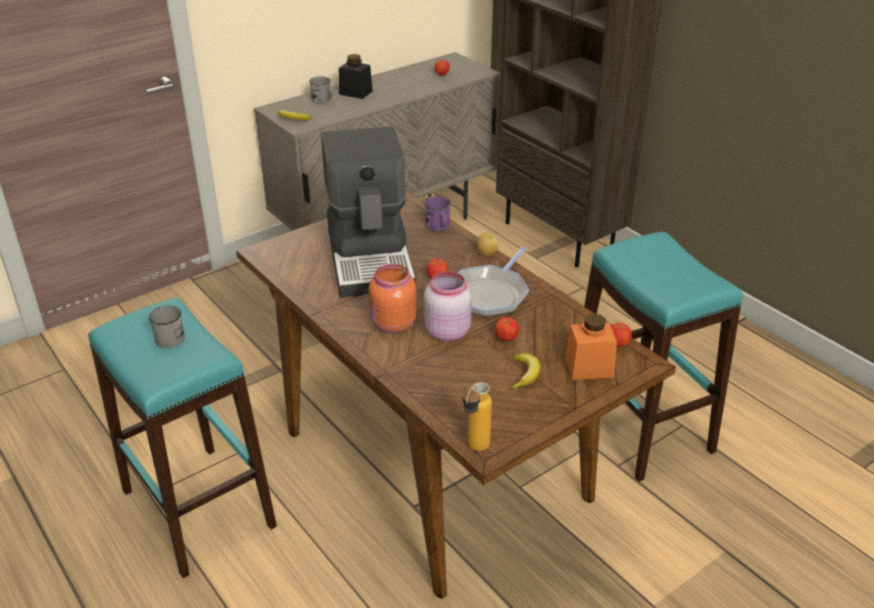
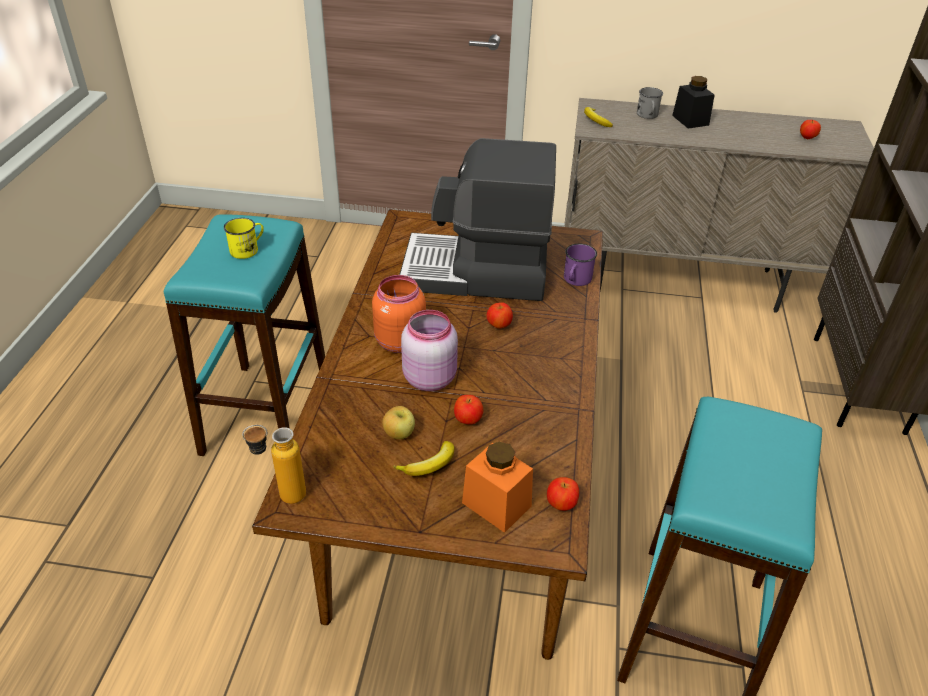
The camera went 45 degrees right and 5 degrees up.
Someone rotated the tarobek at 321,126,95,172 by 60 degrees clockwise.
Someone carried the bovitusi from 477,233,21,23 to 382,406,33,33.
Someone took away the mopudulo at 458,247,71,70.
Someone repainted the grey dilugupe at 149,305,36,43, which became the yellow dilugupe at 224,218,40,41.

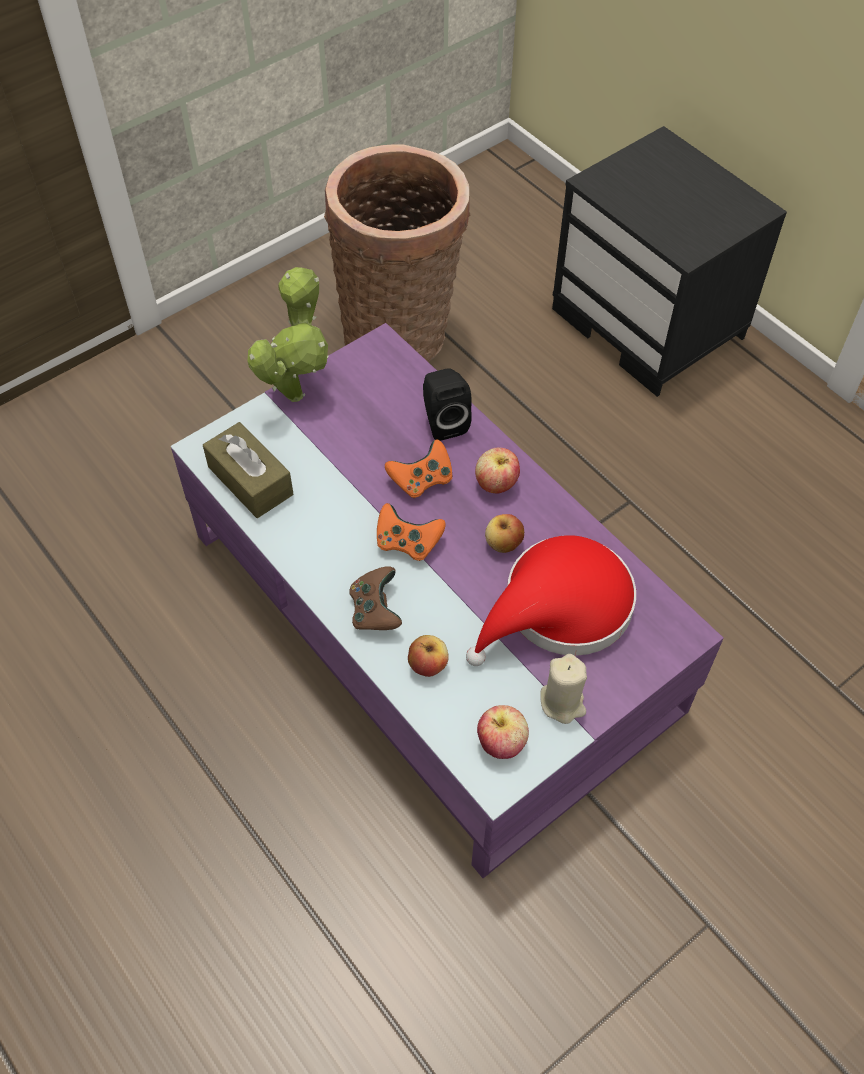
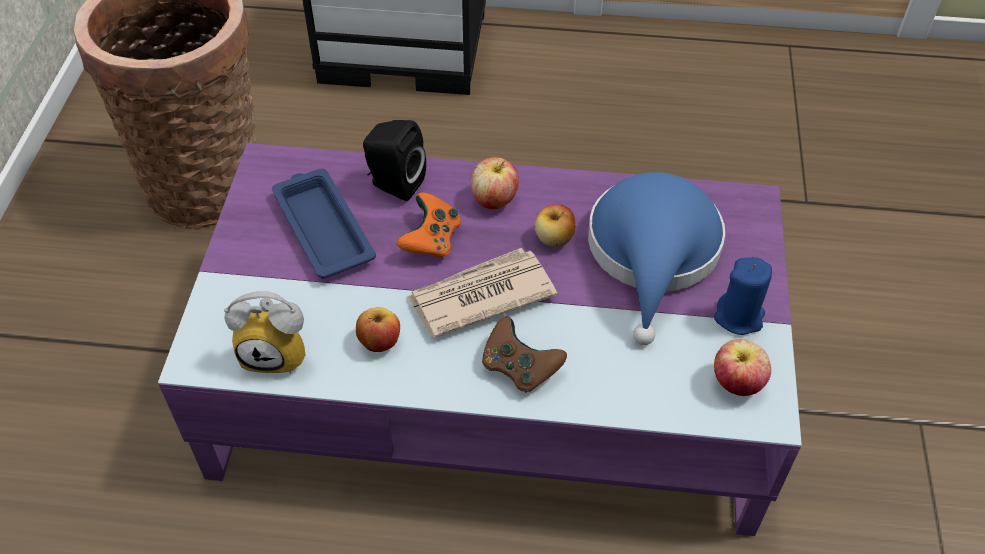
The camera went 45 degrees left and 5 degrees down.
Someone took away the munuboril at 247,267,82,135.
Someone swapped the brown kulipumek at 203,422,90,96 for the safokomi at 224,291,81,83.
Someone swapped the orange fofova at 377,503,69,58 for the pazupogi at 407,248,150,90.
Someone repainted the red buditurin at 466,535,170,131, which became the blue buditurin at 588,172,137,173.
Someone carried the bovitusi from 408,635,41,42 to 356,307,44,45.
Someone repainted the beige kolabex at 540,654,47,70, which became the blue kolabex at 714,257,58,78.
Someone put down the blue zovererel at 272,168,104,111.

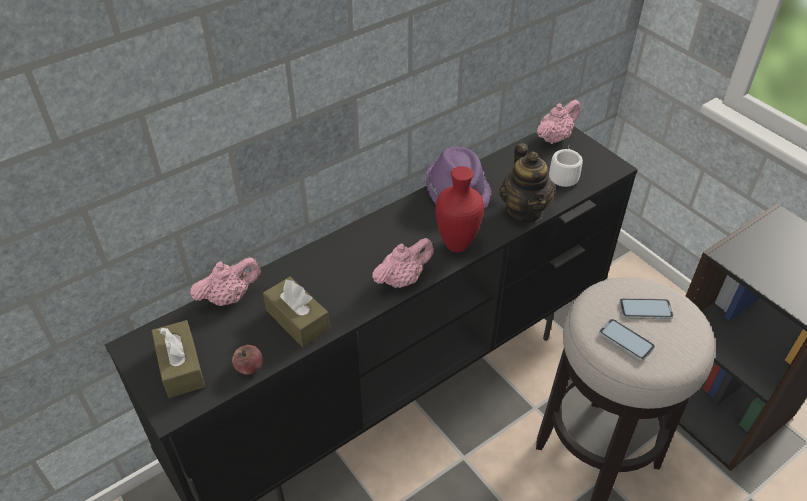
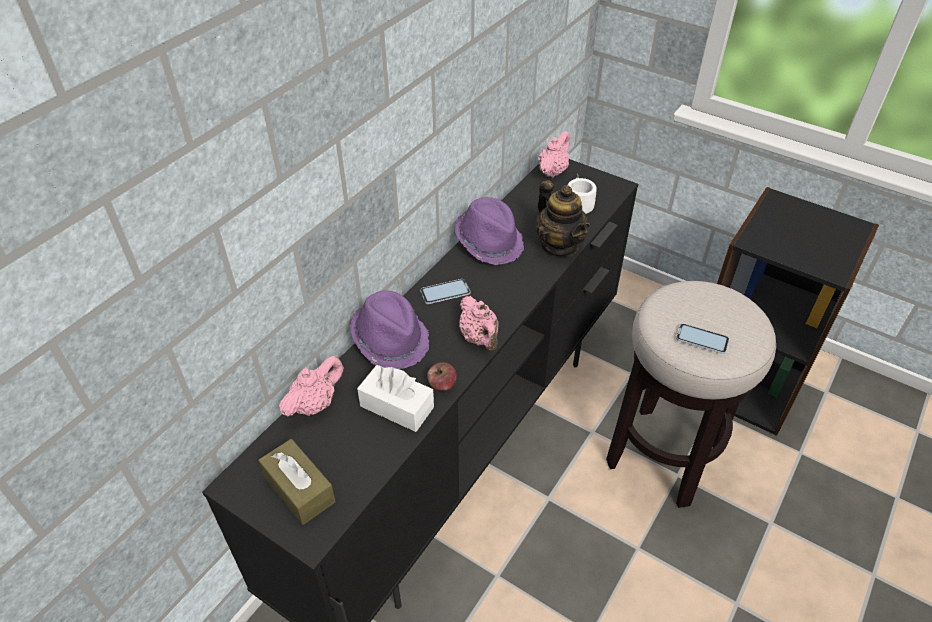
The camera went 20 degrees left and 0 degrees up.
Someone took away the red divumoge at 435,166,49,86.
Someone rotated the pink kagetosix at 372,238,62,50 by 120 degrees clockwise.
Someone repainted the brown kulipumek at 263,277,67,70, which became the white kulipumek at 357,365,77,67.
Someone carried the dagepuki from 619,298,55,21 to 420,279,51,25.
Someone carried the bovitusi from 232,345,31,30 to 427,362,30,29.
Someone put down the purple buditurin at 350,290,79,79.

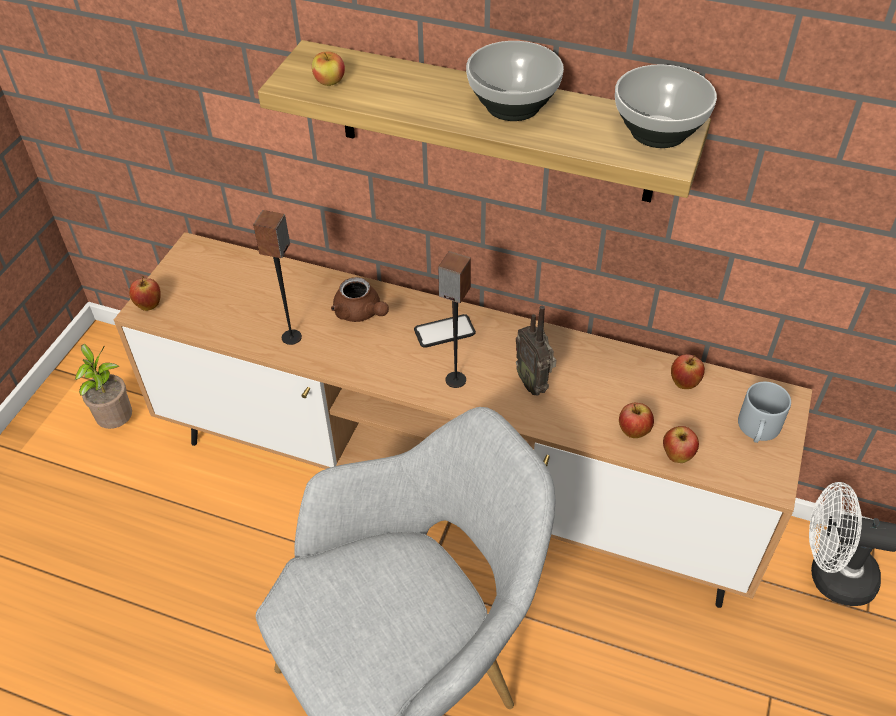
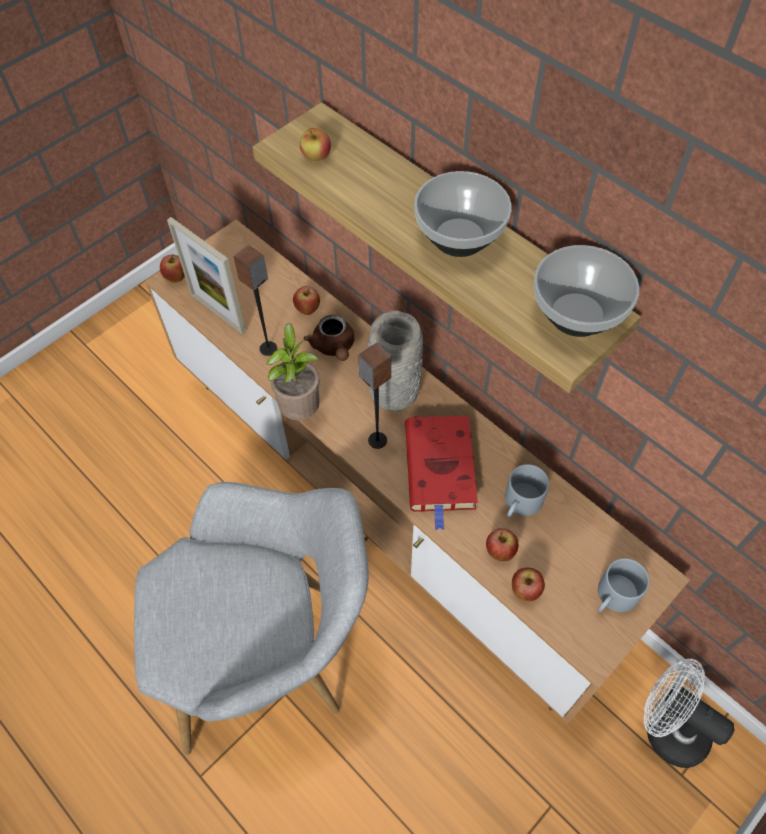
The camera went 25 degrees right and 10 degrees up.
Someone swapped the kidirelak at 516,306,41,89 for the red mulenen at 405,416,73,115.
Someone swapped the dagepuki at 414,314,62,34 for the grey divumoge at 368,310,55,101.
Someone carried the munuboril from 75,344,57,85 to 266,323,54,97.
Someone carried the bovitusi from 671,354,34,35 to 293,286,27,29.
Someone put down the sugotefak at 167,217,79,118.
Someone put down the grey dilugupe at 505,464,44,54.

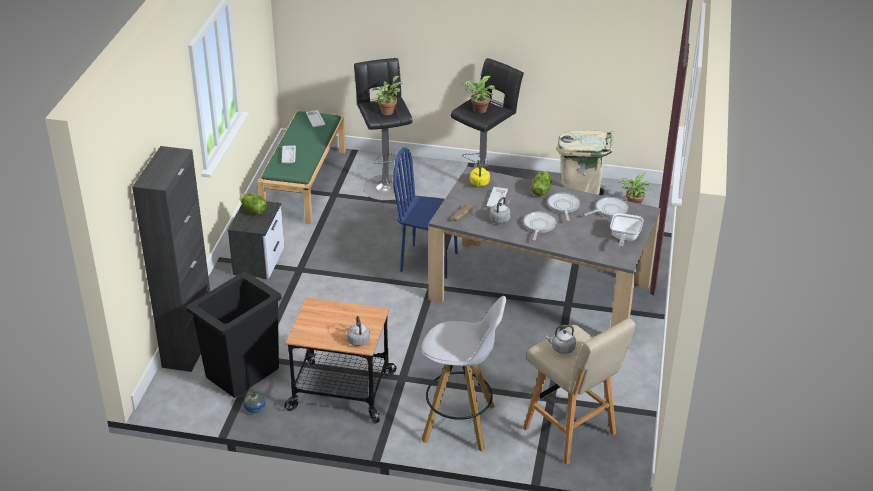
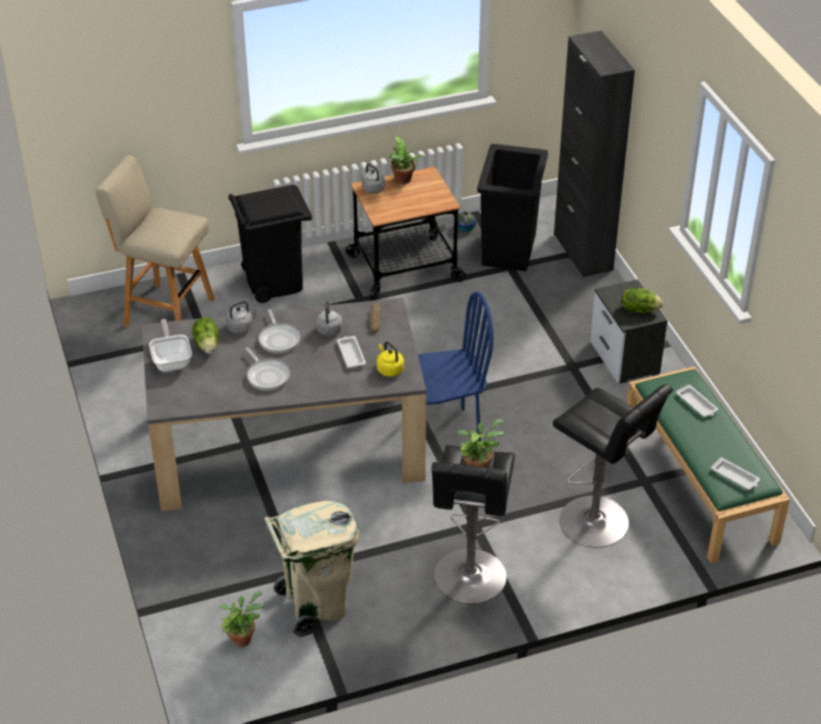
The camera went 150 degrees right and 5 degrees up.
Someone carried the munuboril from 372,76,31,39 to 389,136,35,48.
Someone carried the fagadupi from 531,172,20,24 to 192,317,26,37.
Someone took away the mopudulo at 584,197,44,21.
Someone swapped the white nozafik at 421,296,86,156 for the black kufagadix at 229,185,83,118.
Someone carried the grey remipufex from 545,325,31,29 to 226,301,33,32.

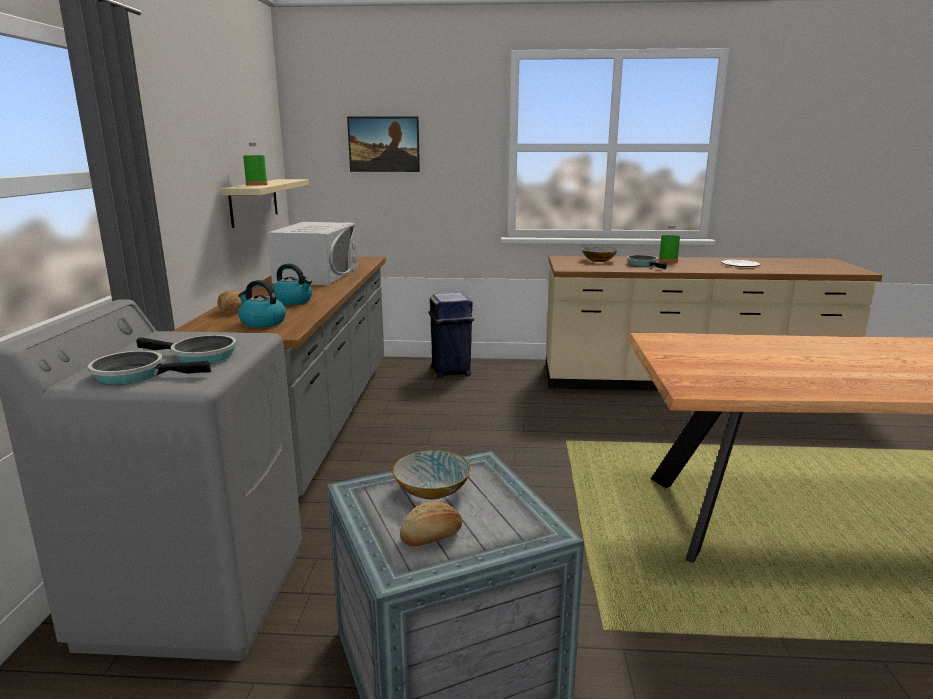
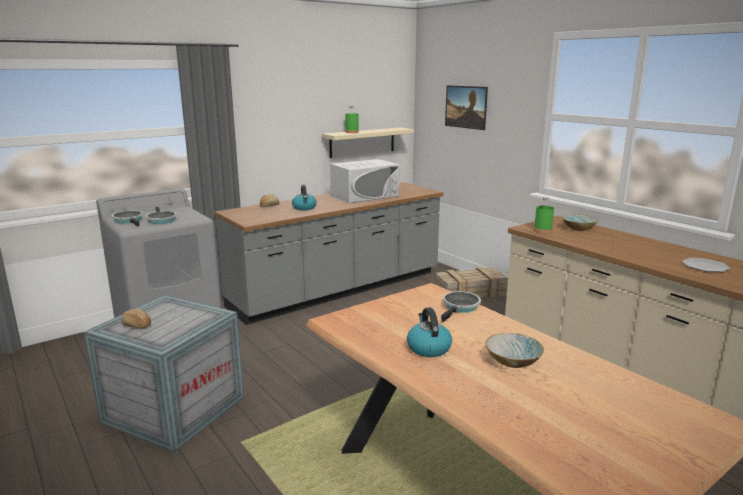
The camera went 50 degrees right and 0 degrees up.
Someone carried the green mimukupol from 659,225,21,38 to 534,197,20,36.
Someone carried the mopudulo from 627,255,40,14 to 441,291,40,31.
Someone carried the remipufex from 238,280,48,48 to 407,307,45,50.
Someone swapped the blue kufagadix at 428,293,46,85 for the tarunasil at 435,267,73,31.
Someone carried the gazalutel from 392,450,80,50 to 486,333,58,35.

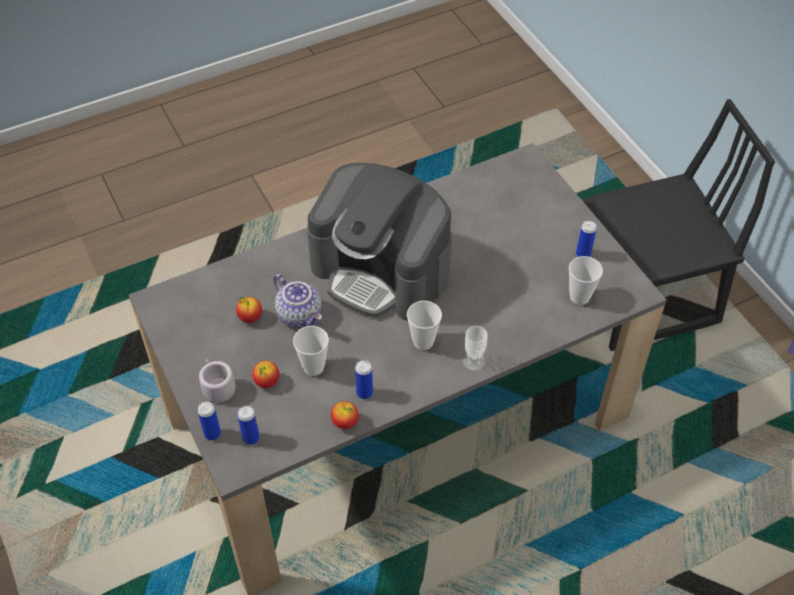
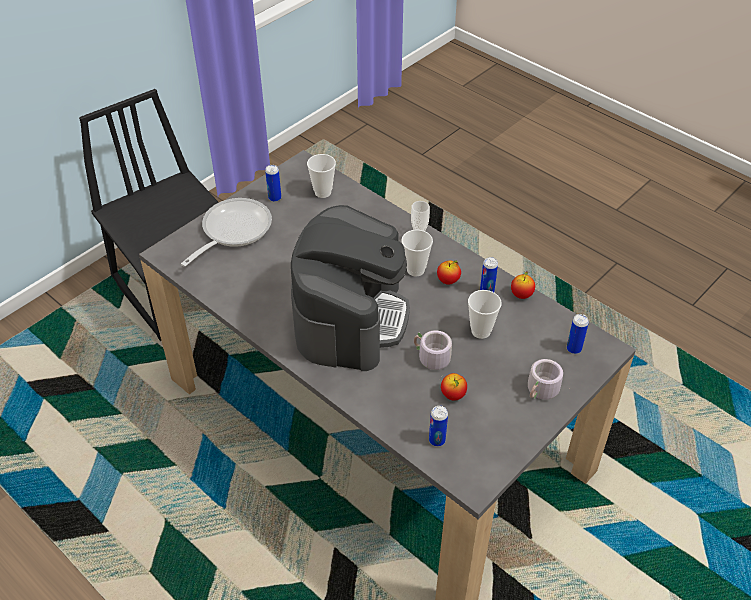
The camera went 110 degrees left and 5 degrees down.
Someone swapped the kagetosix at 274,274,48,54 for the grey dilugupe at 414,330,38,49.
Someone carried the bovitusi from 252,361,28,27 to 437,260,24,25.
Someone carried the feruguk from 197,401,24,39 to 429,405,19,41.
Someone put down the mopudulo at 181,198,91,69.

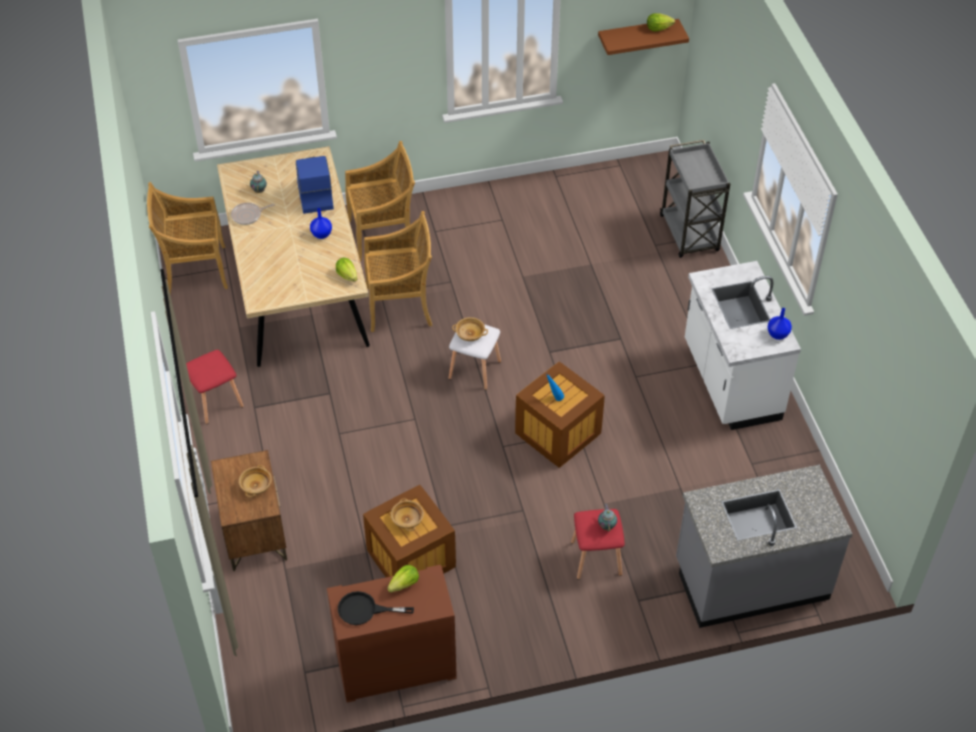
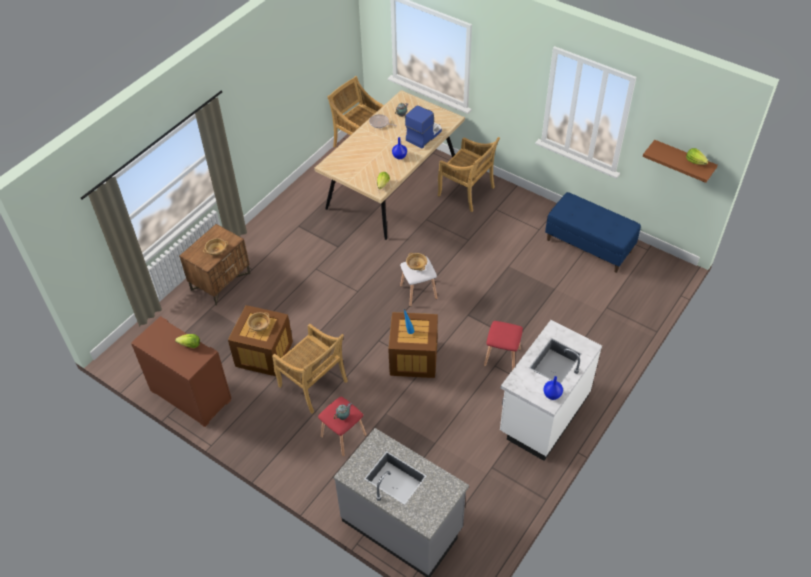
The camera went 50 degrees right and 0 degrees up.
Someone took away the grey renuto at 660,140,70,118.
Someone carried the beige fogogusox from 364,211,68,121 to 272,324,76,90.
Someone carried the red nozafik from 186,350,58,74 to 484,321,39,49.
Someone took away the black mopudulo at 338,591,76,34.
Someone put down the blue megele at 545,192,96,81.

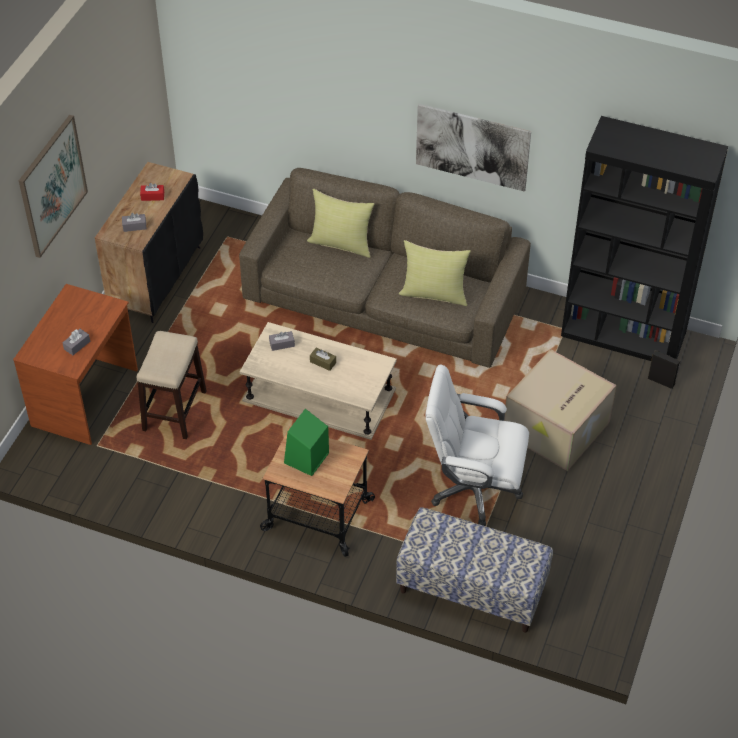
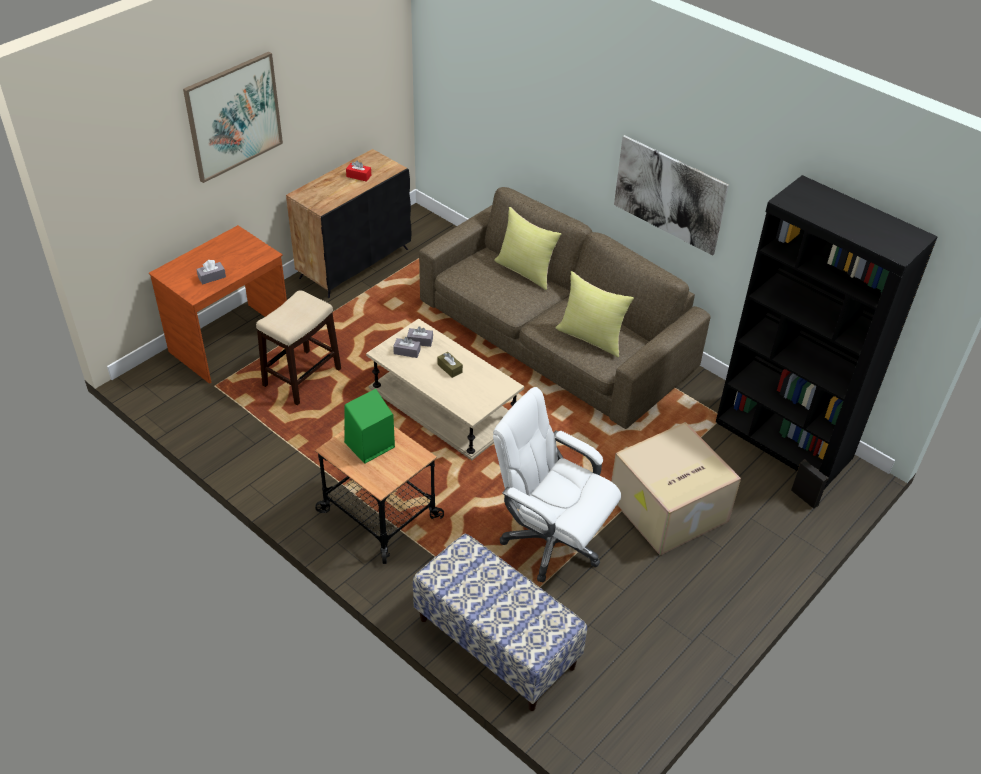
The camera went 20 degrees right and 5 degrees down.
Someone carried the grey kulipumek from 122,213,25,19 to 393,337,28,21.

